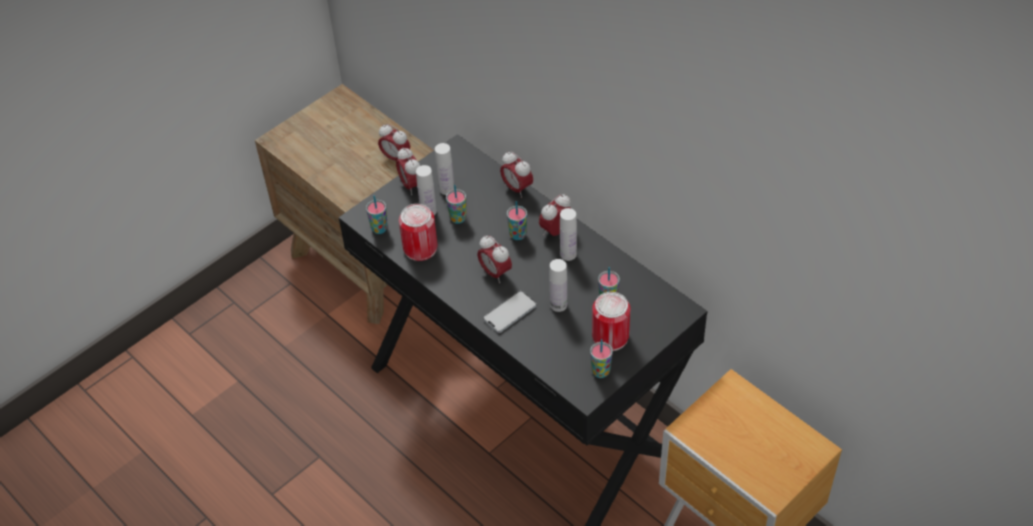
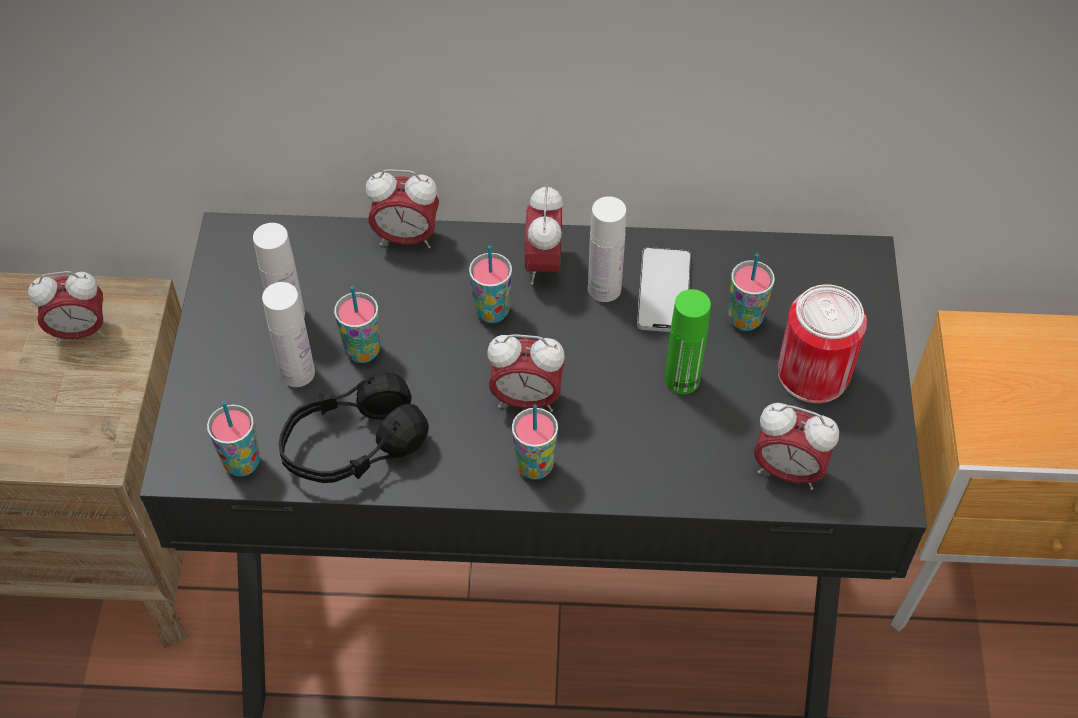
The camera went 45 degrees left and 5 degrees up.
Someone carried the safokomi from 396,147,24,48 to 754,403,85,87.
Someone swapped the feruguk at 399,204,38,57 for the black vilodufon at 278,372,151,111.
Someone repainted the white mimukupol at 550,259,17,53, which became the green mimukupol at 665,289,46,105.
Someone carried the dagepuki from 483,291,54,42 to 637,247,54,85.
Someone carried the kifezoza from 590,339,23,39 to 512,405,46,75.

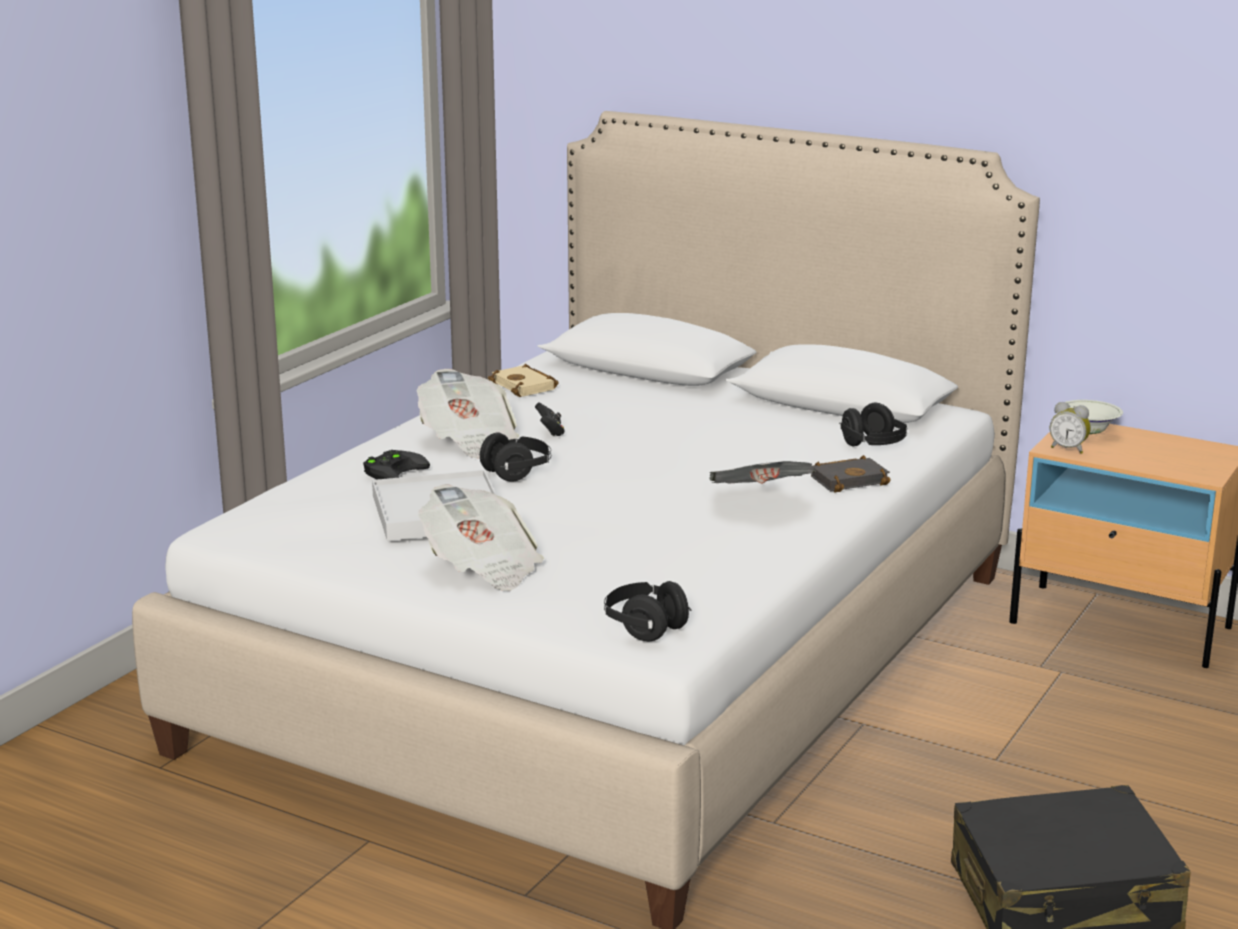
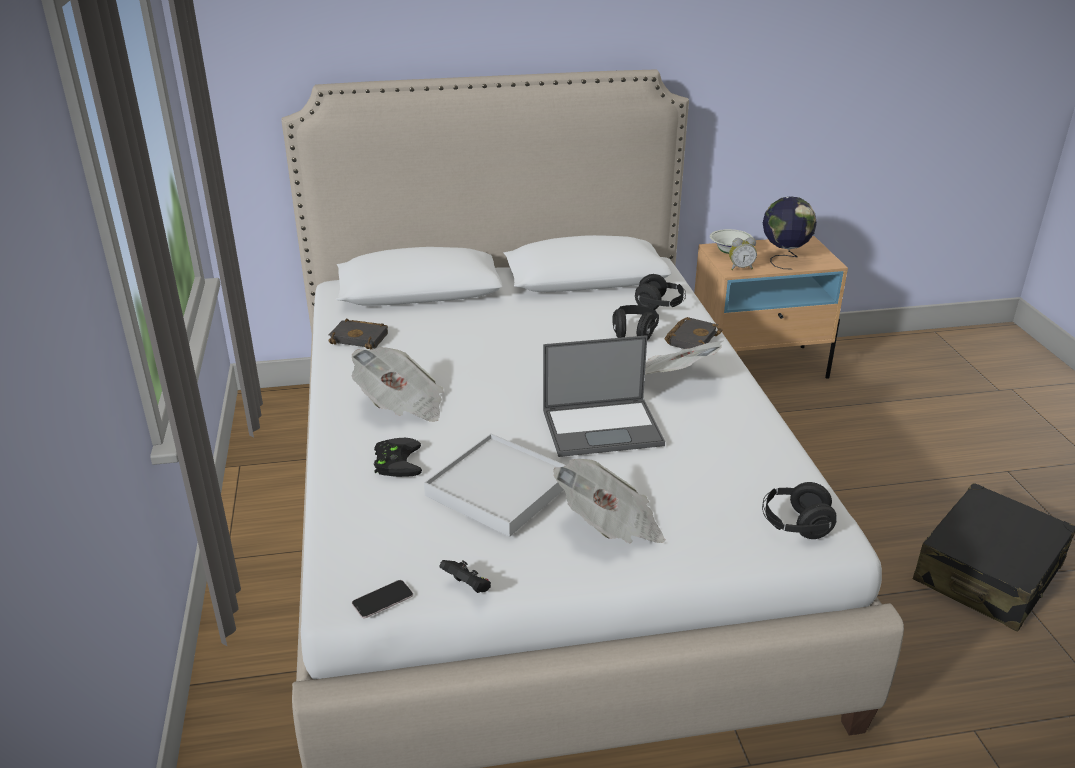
The camera went 40 degrees left and 10 degrees up.
Someone repainted the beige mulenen at 488,364,71,33, which became the black mulenen at 328,318,60,31.
Someone carried the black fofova from 535,403,30,33 to 439,560,52,33.
Someone carried the black vilodufon from 480,432,71,49 to 612,305,47,35.
Someone put down the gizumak at 763,196,54,74.
Someone put down the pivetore at 543,335,122,122.
Someone put down the dagepuki at 352,580,61,38.

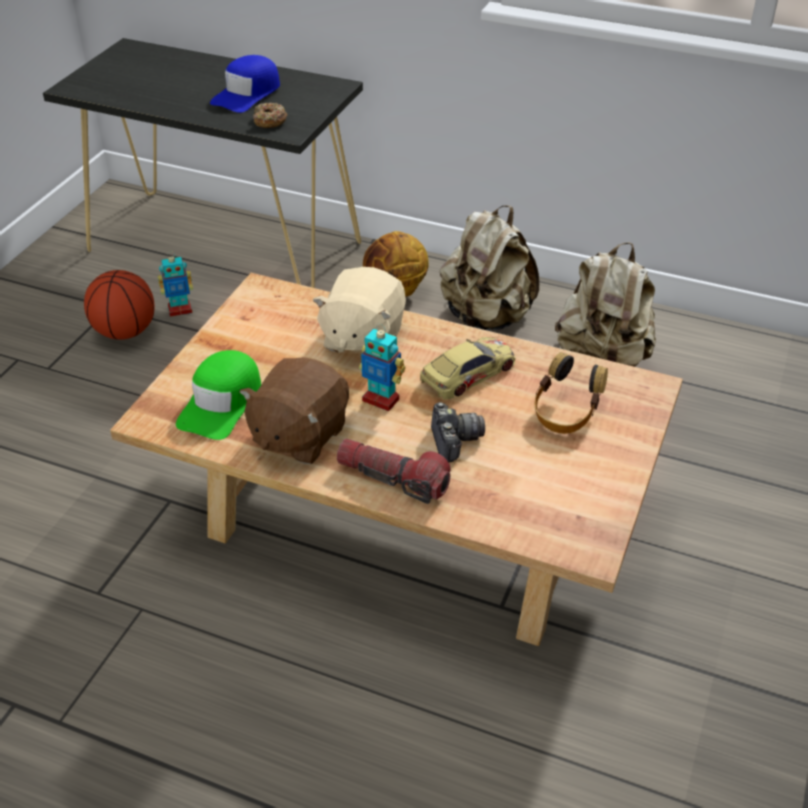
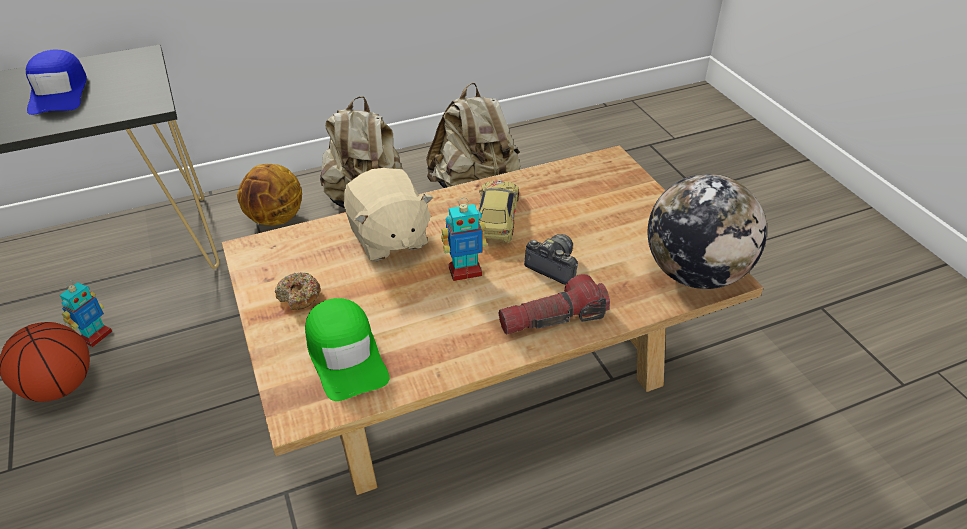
The camera went 45 degrees left and 0 degrees up.
Someone carried the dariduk from 253,103,34,25 to 275,272,46,38.
Someone took away the vilodufon at 535,352,73,82.
Someone took away the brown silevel at 239,357,110,107.
Someone put down the gizumak at 648,174,119,115.

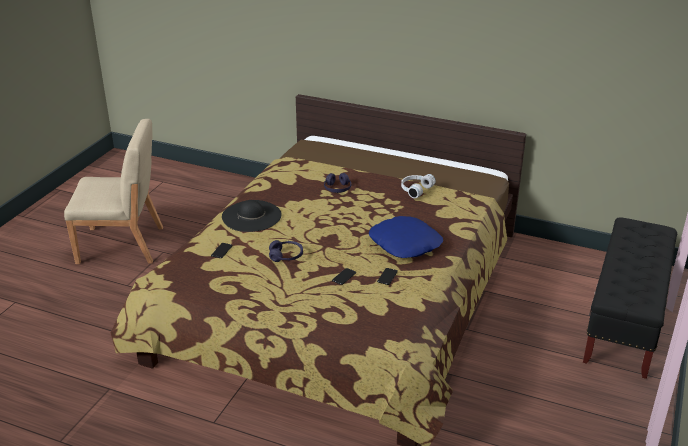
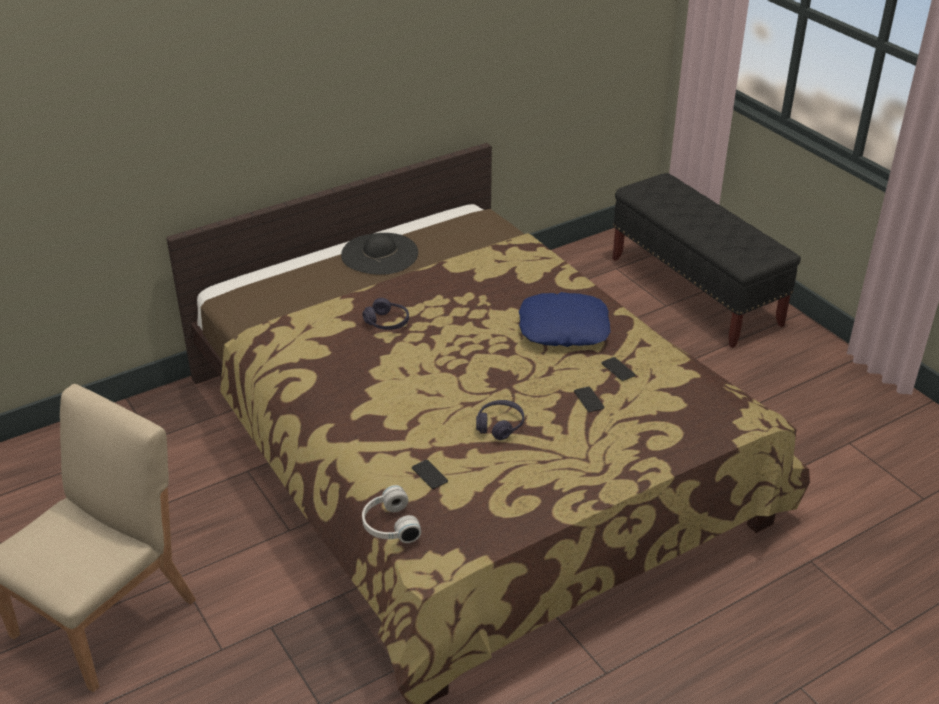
The camera went 55 degrees left and 5 degrees up.
Someone carried the white vilodufon from 401,174,35,25 to 362,485,59,58.
Someone carried the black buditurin from 222,200,60,32 to 341,233,77,42.

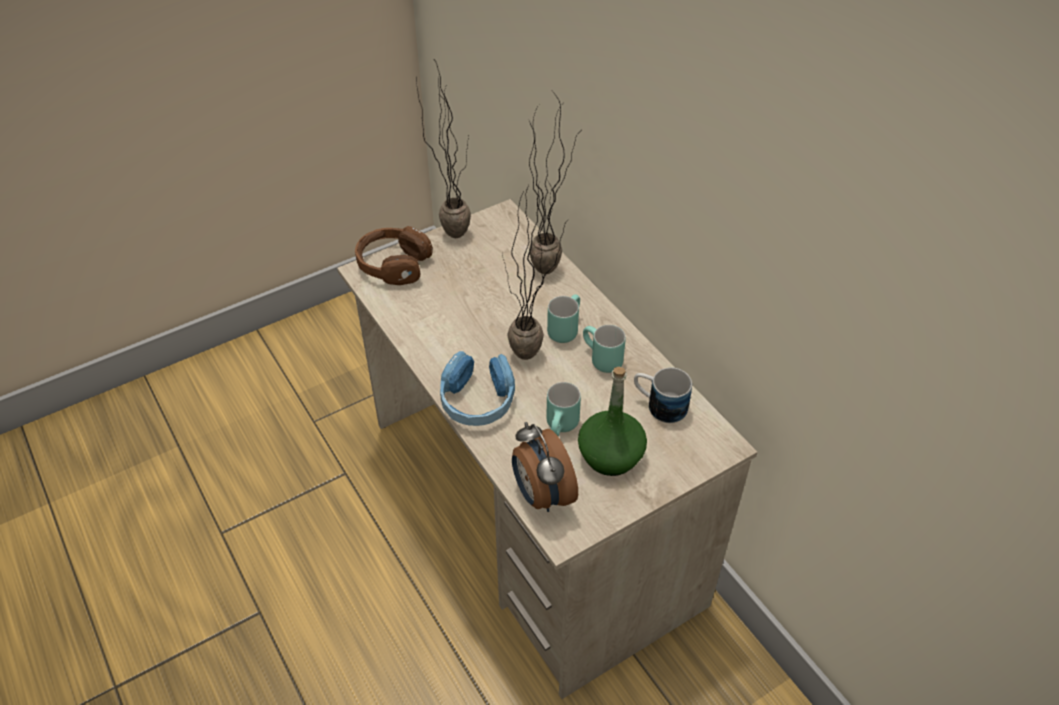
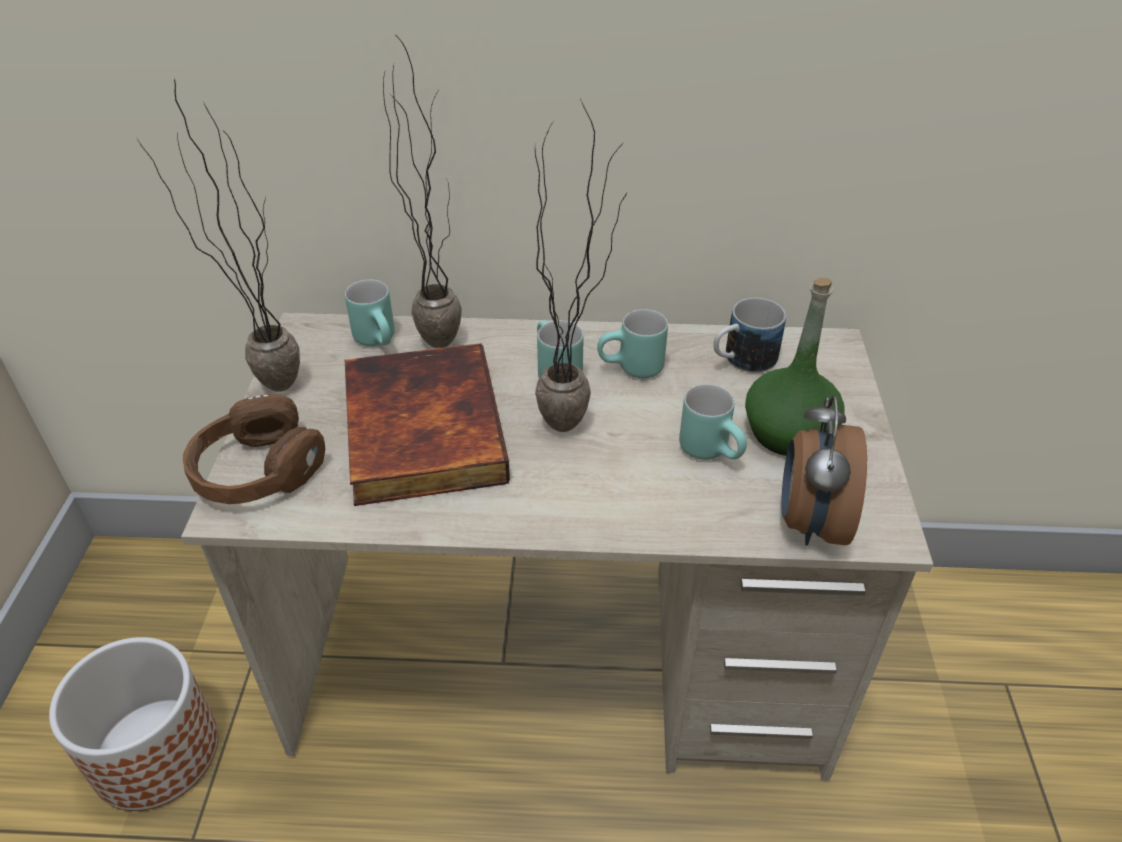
The camera went 55 degrees left and 5 degrees down.
Someone took away the blue vilodufon at 440,351,75,75.
Someone rotated the safokomi at 512,422,66,90 by 90 degrees clockwise.
Someone put down the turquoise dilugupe at 345,280,50,66.
Someone put down the mulenen at 345,343,165,163.
Someone put down the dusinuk at 49,637,169,174.

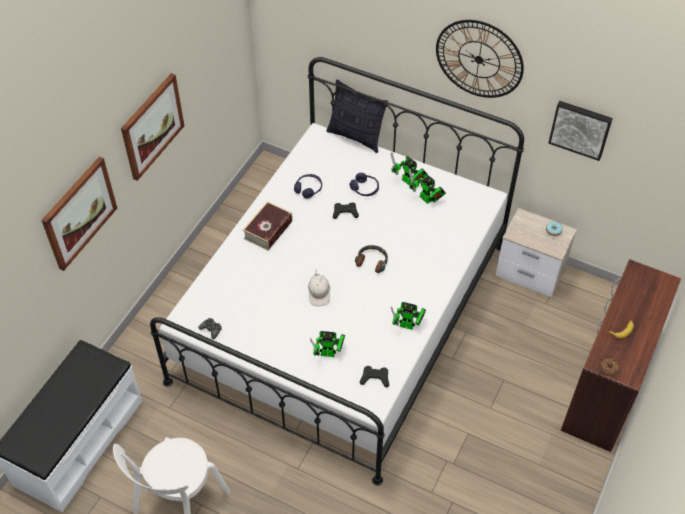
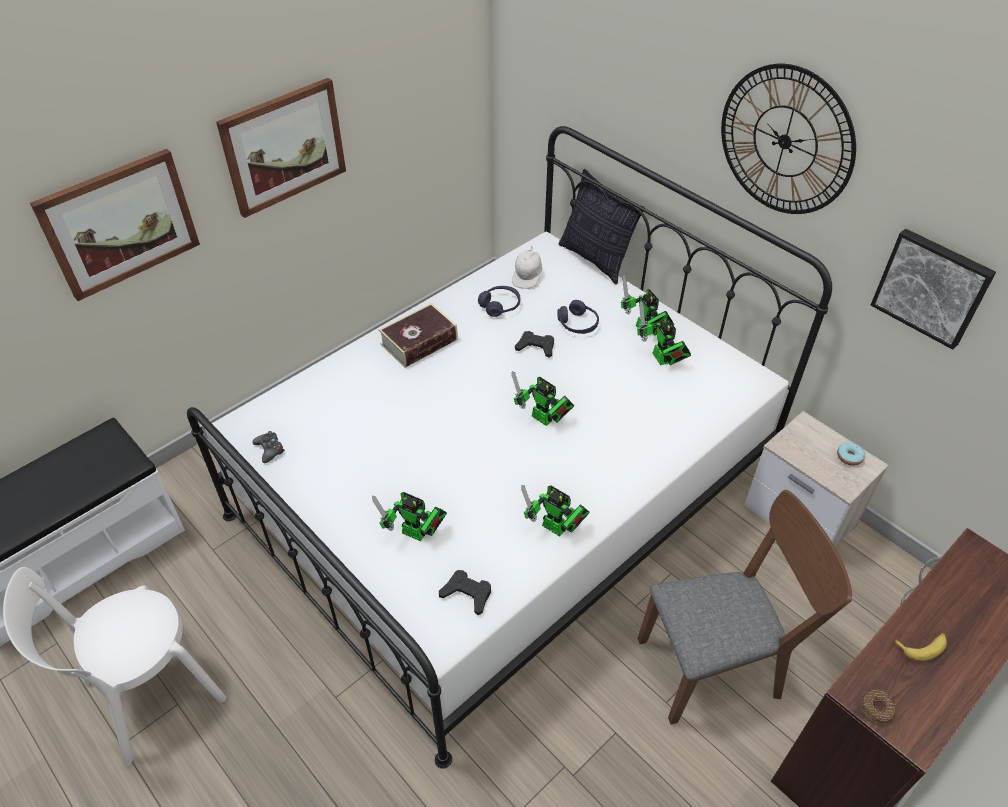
The camera went 20 degrees right and 5 degrees down.
Someone swapped the vilodufon at 355,245,33,28 for the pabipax at 512,371,62,55.
Someone carried the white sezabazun from 308,270,22,36 to 512,246,30,43.
Someone put down the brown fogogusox at 637,490,215,235.

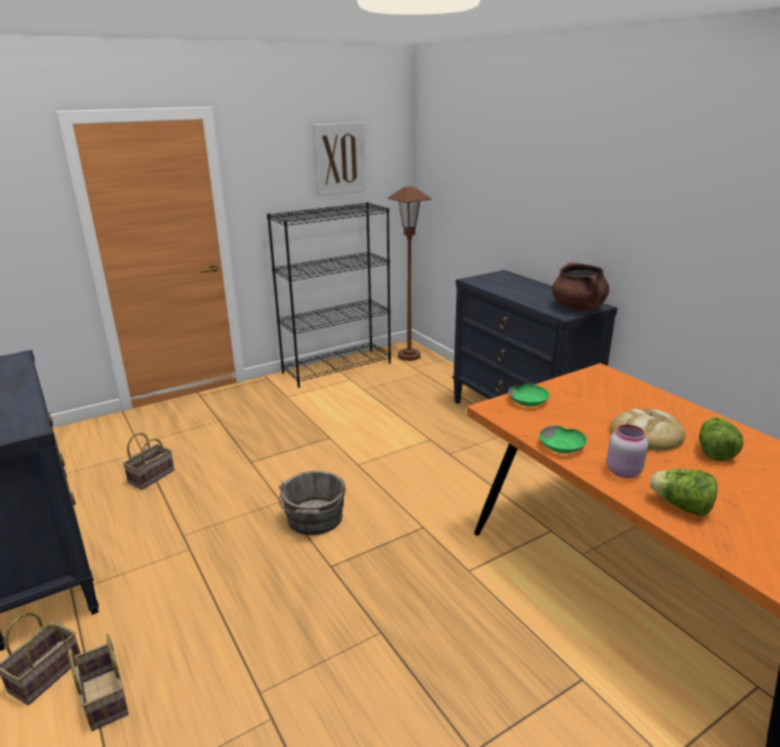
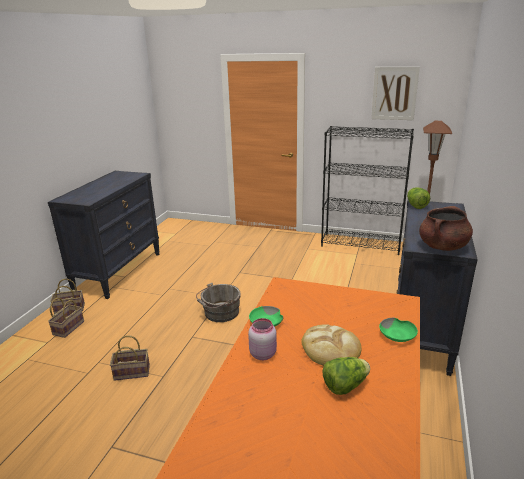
The camera went 50 degrees right and 0 degrees up.
Someone carried the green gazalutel from 508,384,42,23 to 379,318,39,24.
Someone carried the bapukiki from 123,433,52,57 to 110,335,40,46.
Someone carried the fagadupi from 650,469,68,47 to 407,187,23,22.

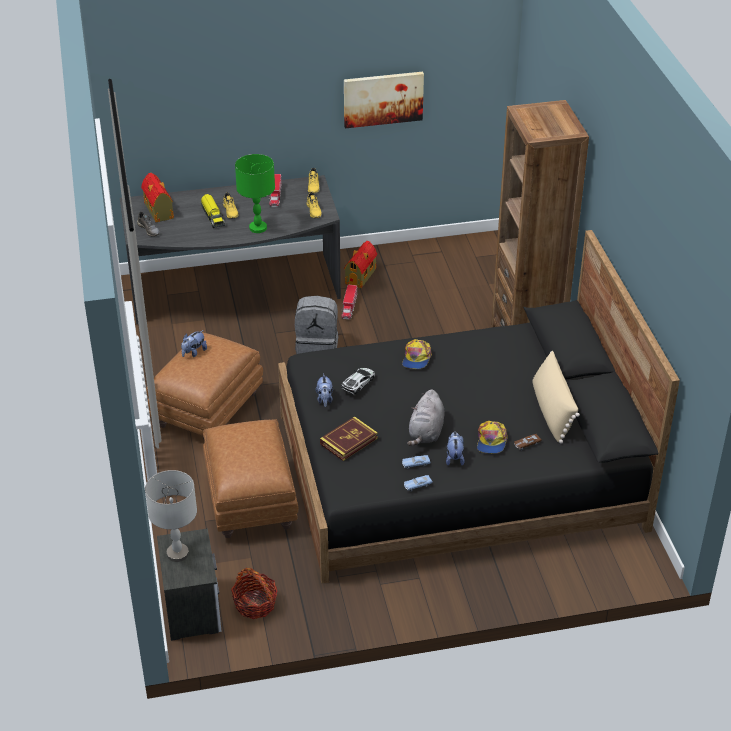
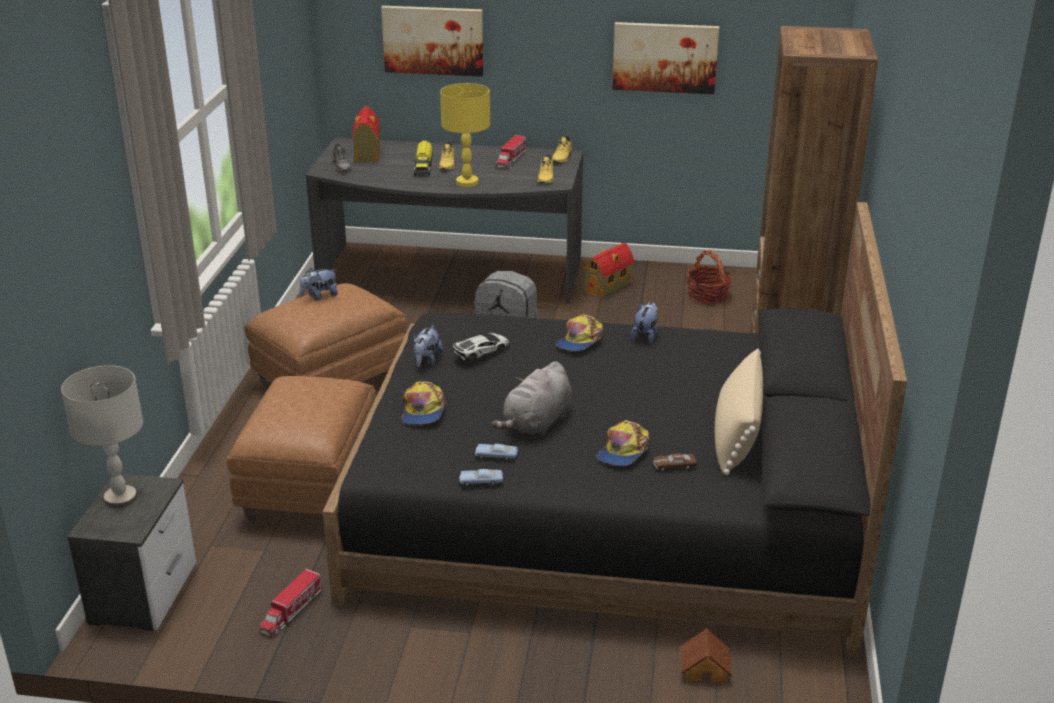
The camera went 20 degrees right and 10 degrees down.
Someone repainted the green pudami at 235,154,40,79, which became the yellow pudami at 440,83,50,104.
Someone carried the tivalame from 341,285,16,34 to 260,569,62,66.
Someone swapped the mulenen at 320,416,58,45 for the sezabazun at 401,381,45,44.
Someone carried the silevel from 446,432,19,34 to 631,302,27,41.
Someone carried the bapukiki from 231,568,47,51 to 686,250,46,54.
Someone put up the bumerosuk at 381,6,103,71.
Someone put down the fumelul at 680,628,52,56.

